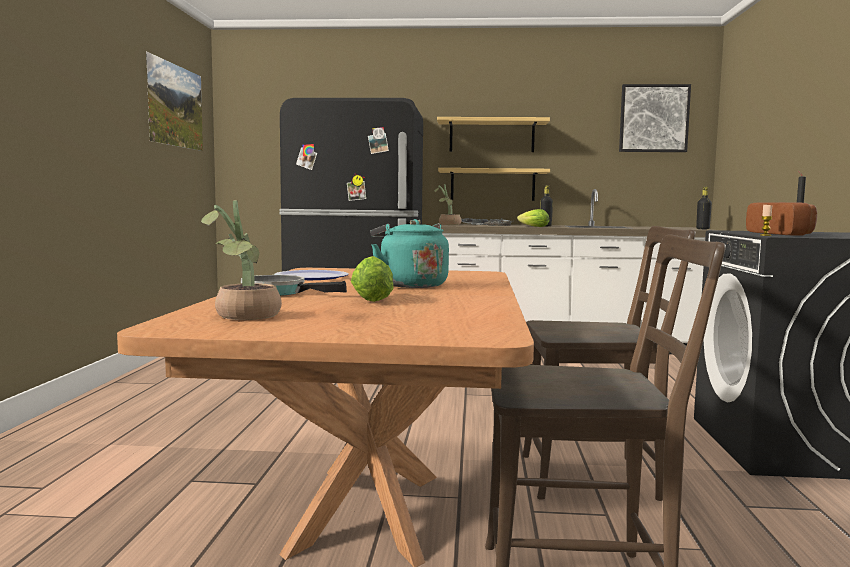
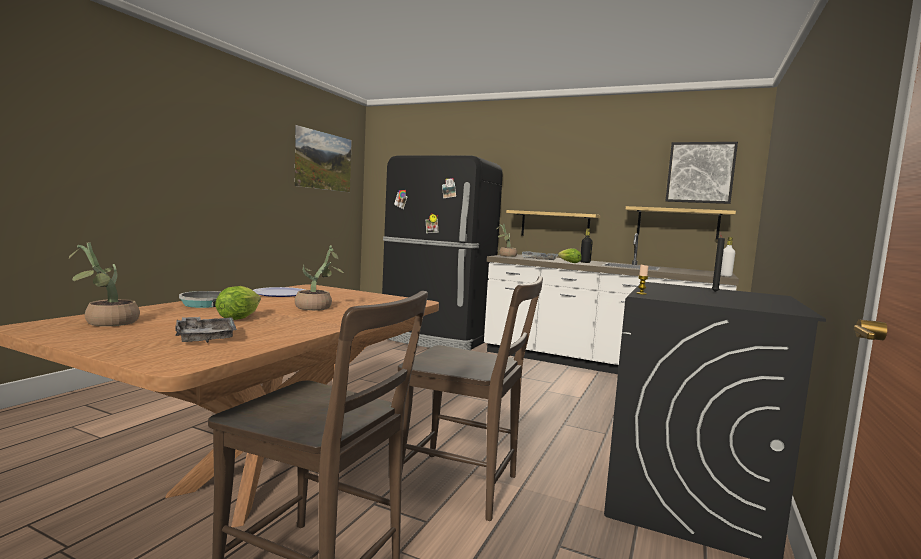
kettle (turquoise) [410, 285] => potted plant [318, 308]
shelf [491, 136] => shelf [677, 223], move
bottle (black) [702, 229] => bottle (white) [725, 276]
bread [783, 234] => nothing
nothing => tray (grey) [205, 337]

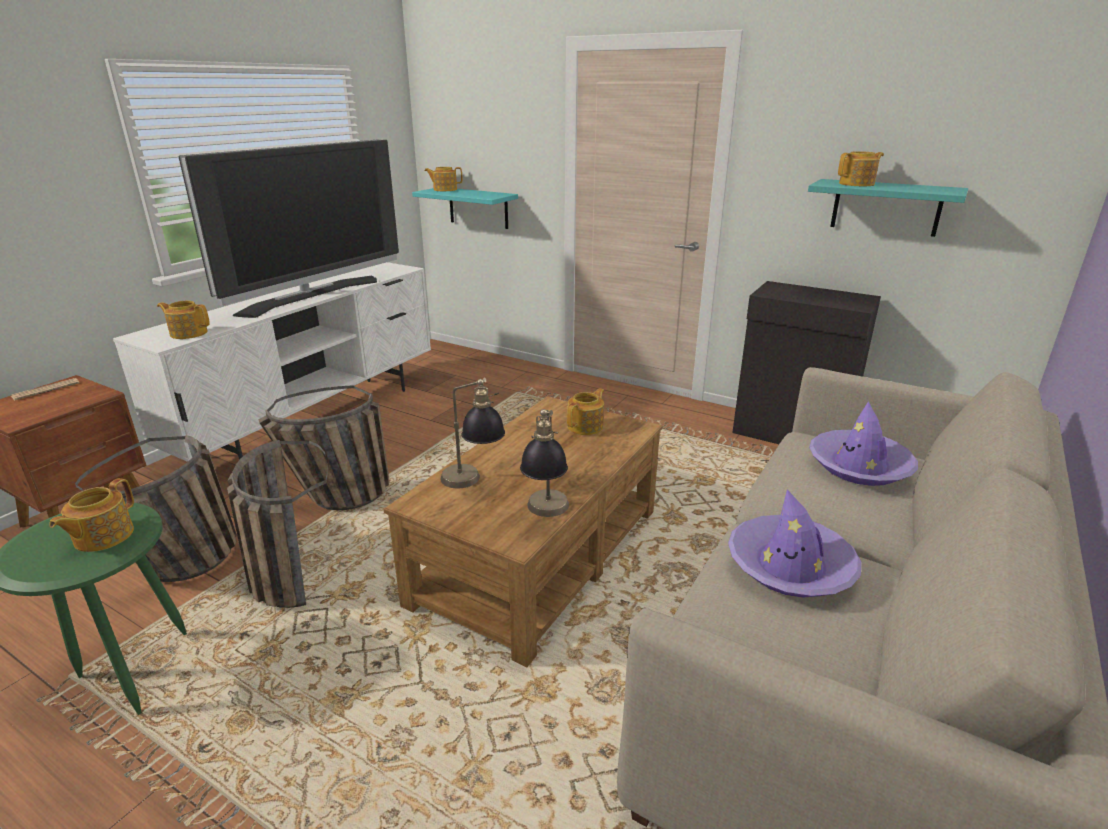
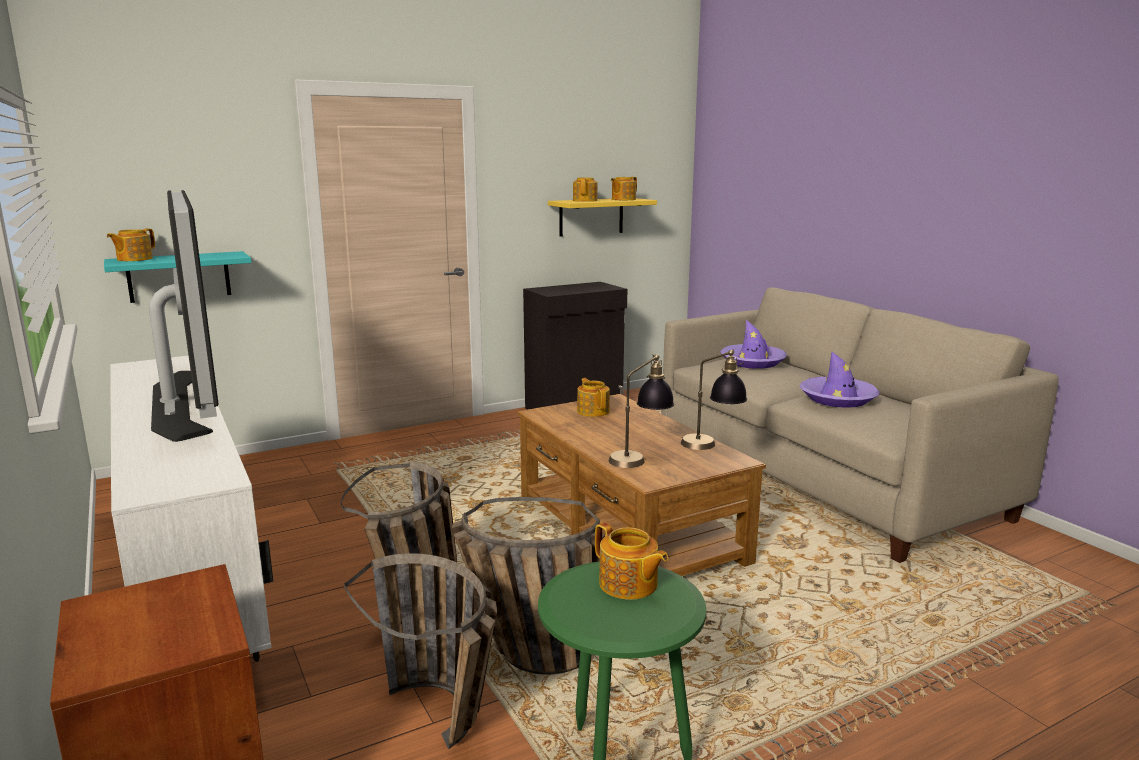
newspaper [46, 390] => nothing
teapot [188, 333] => teapot [623, 199], move
shelf (turquoise) [886, 207] => shelf (yellow) [591, 217]

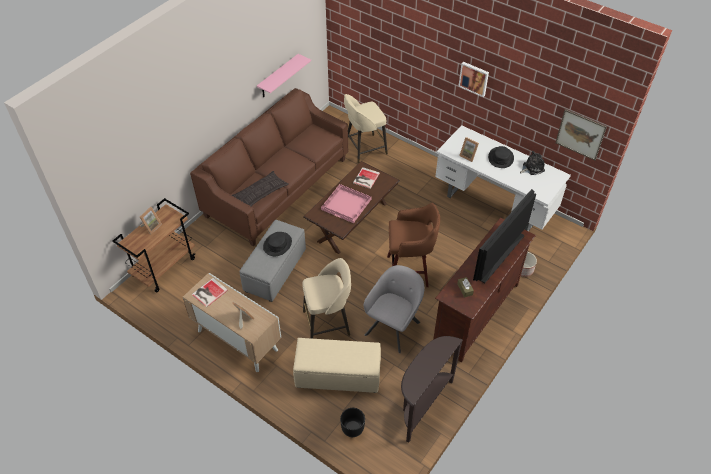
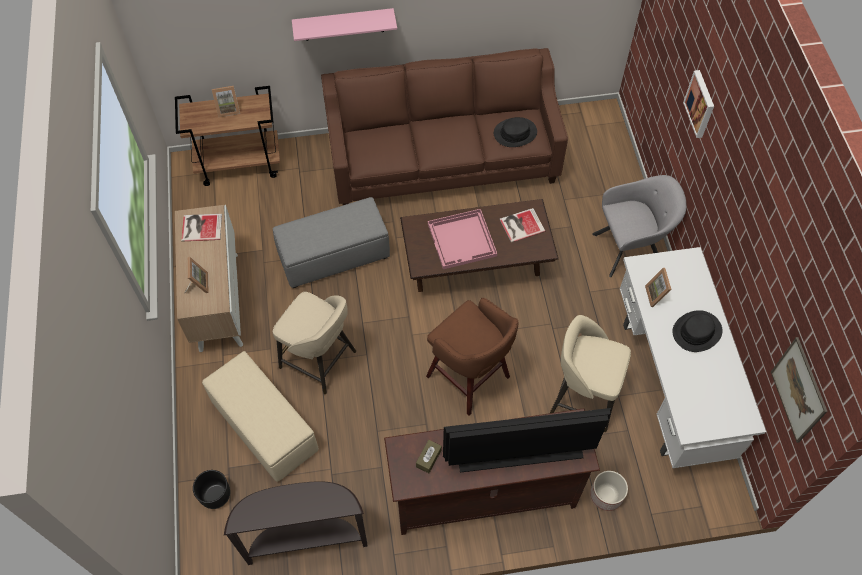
pillow [260, 193] => nothing
shelf (pink) [278, 76] => shelf (pink) [343, 24], move
hat (black) [277, 244] => hat (black) [515, 133], move
stool (beige) [364, 149] => stool (beige) [582, 396], move
armchair (grey) [394, 326] => armchair (grey) [630, 248], move
picture [474, 78] => picture [701, 104], move
plush toy [532, 168] => nothing

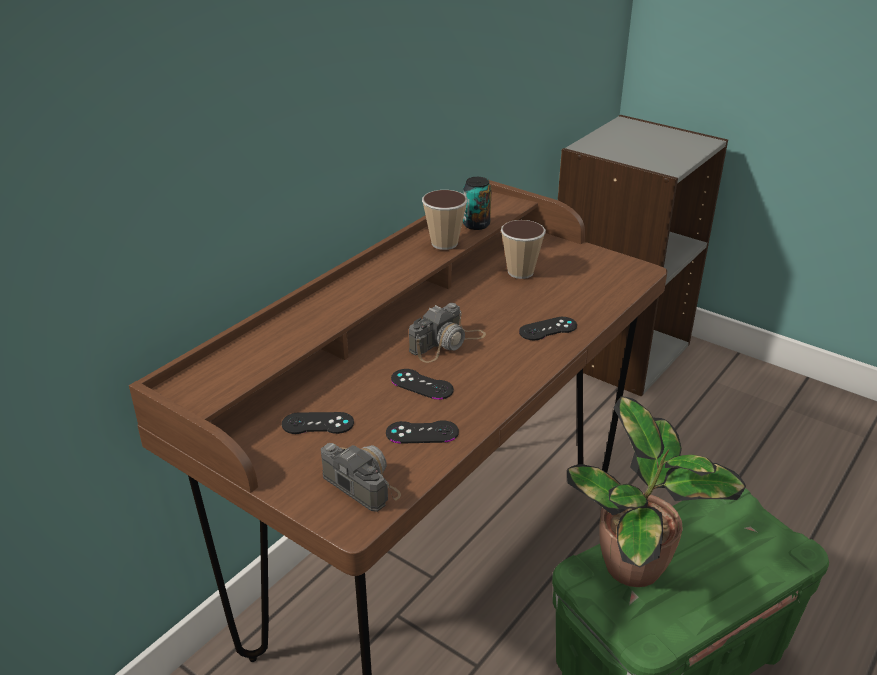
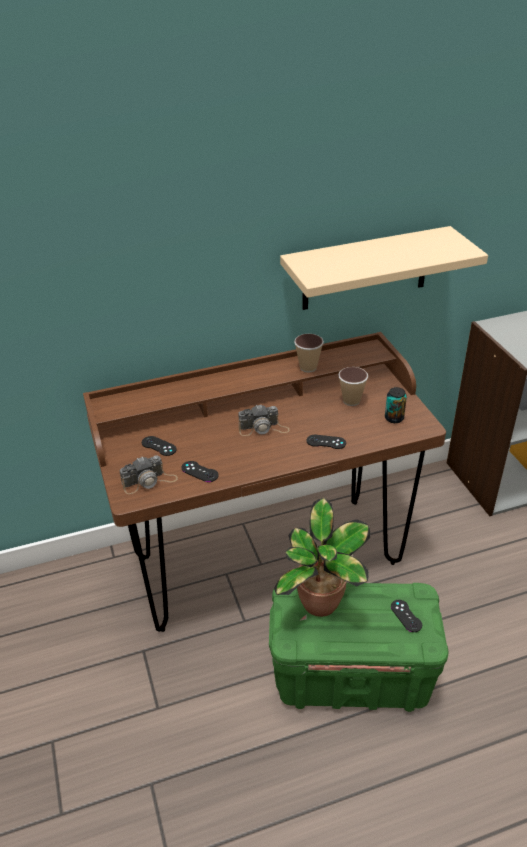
photo camera [358, 479] => photo camera [149, 481], 75 degrees clockwise
game controller (black) [422, 384] => game controller (black) [406, 616], move
can [476, 224] => can [394, 418], move
nothing => shelf (beige) [365, 269]

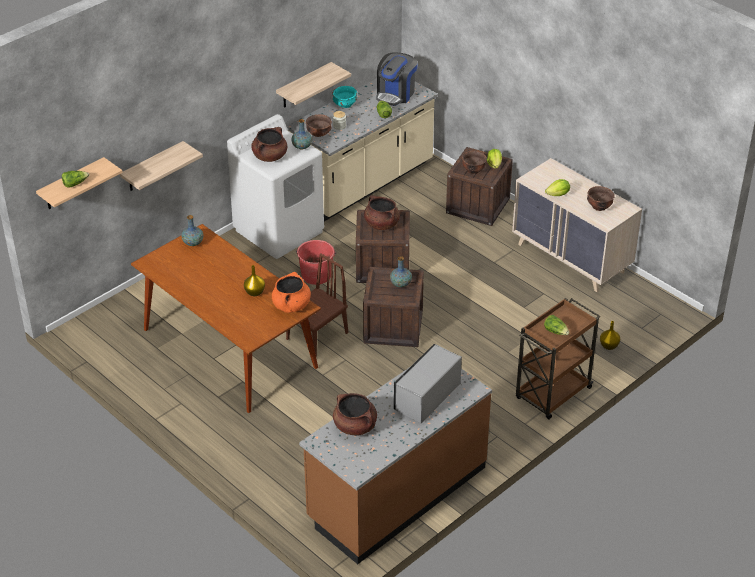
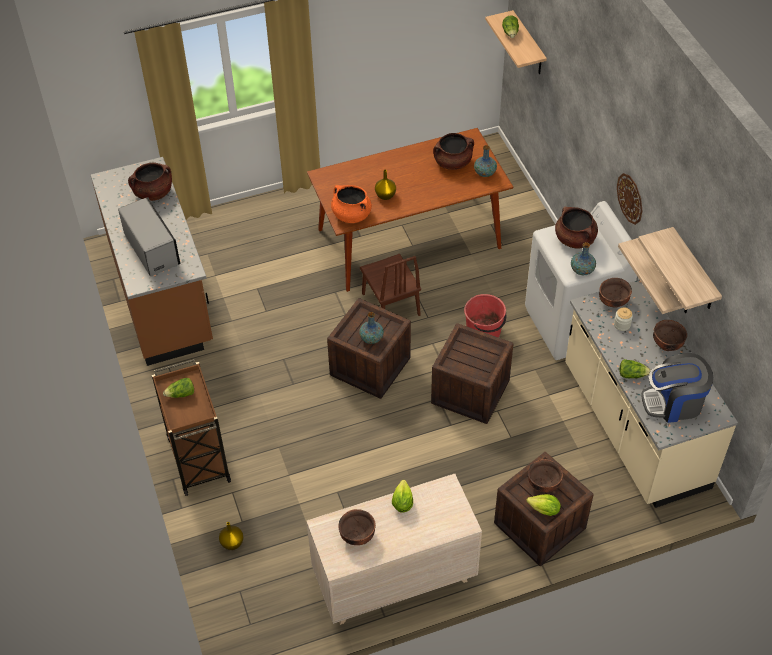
shelf [152, 167] => shelf [694, 271], move
bowl (turquoise) [345, 105] => bowl (brown) [666, 344]
cooking pot (brown) [381, 224] => cooking pot (brown) [452, 162], move
coffee machine [396, 94] => coffee machine [673, 403], 60 degrees counterclockwise
nothing => wall clock [630, 198]

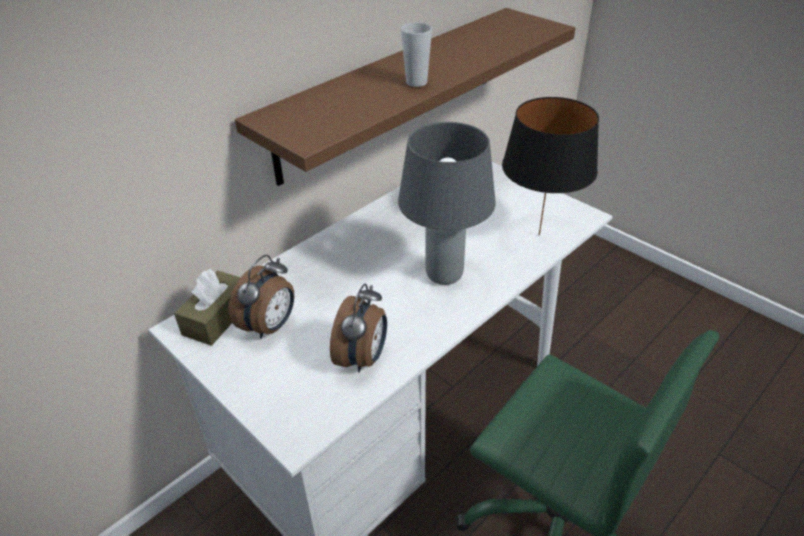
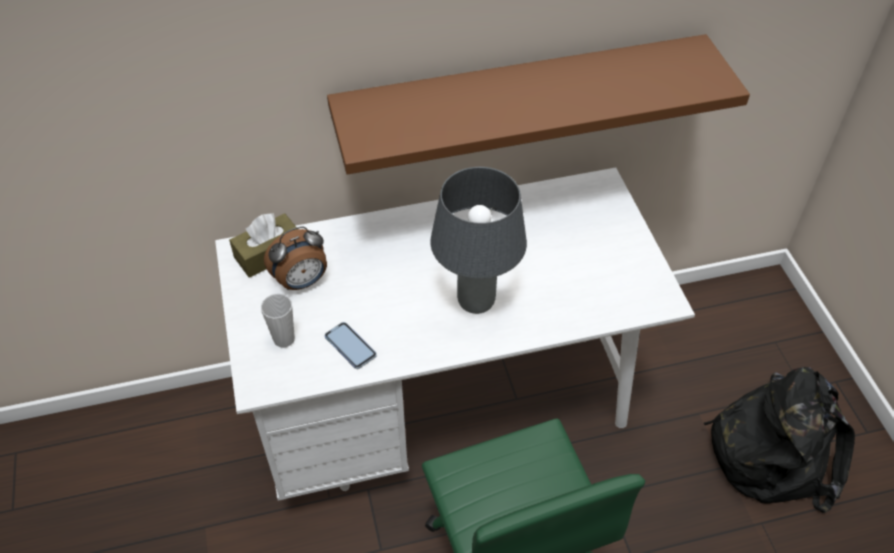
alarm clock [363, 358] => phone [350, 346]
cup [416, 82] => cup [284, 339], move
table lamp (black) [538, 234] => nothing
nothing => backpack (black) [773, 449]

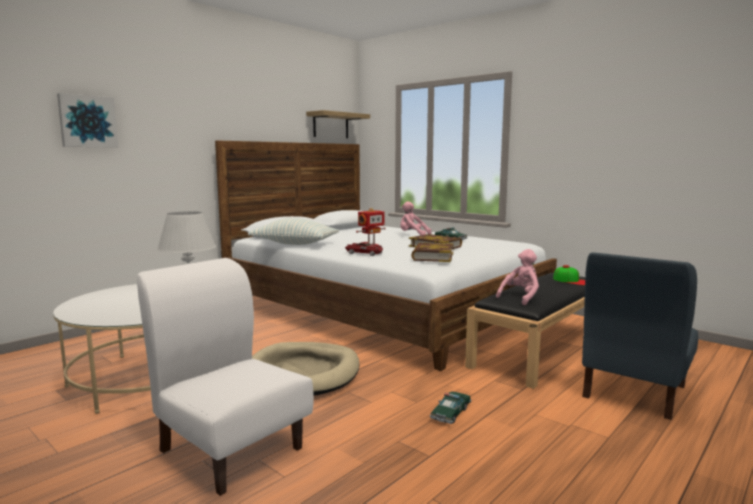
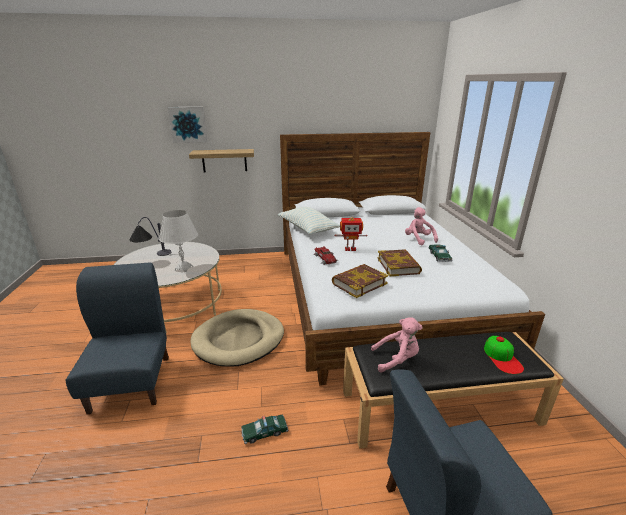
chair (white) [231, 448] => chair (blue) [132, 382]
shelf [331, 125] => shelf [224, 160], move
nothing => table lamp [153, 258]

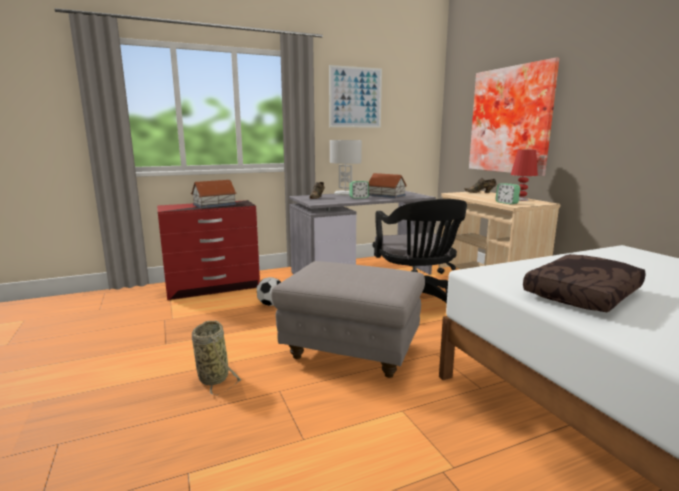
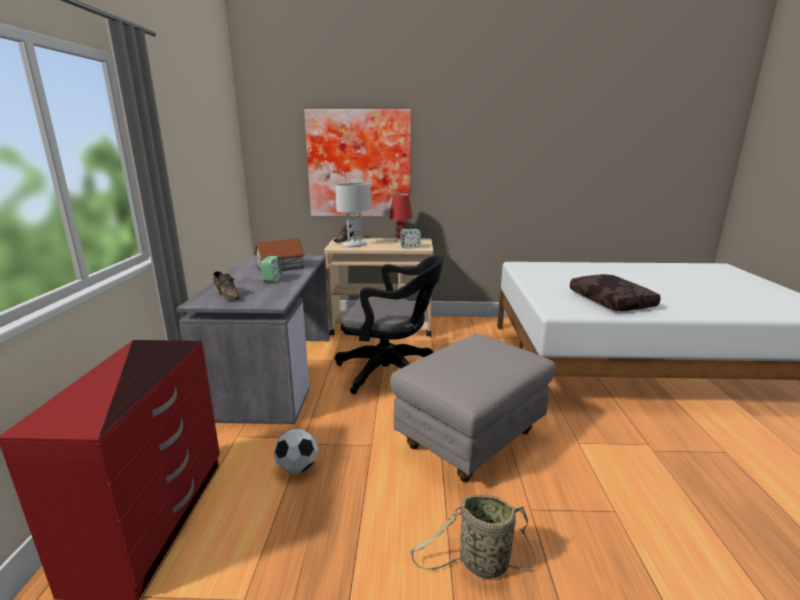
toy house [215, 204] => nothing
picture [355, 97] => nothing
table lamp (white) [345, 194] => table lamp (white) [355, 245], move

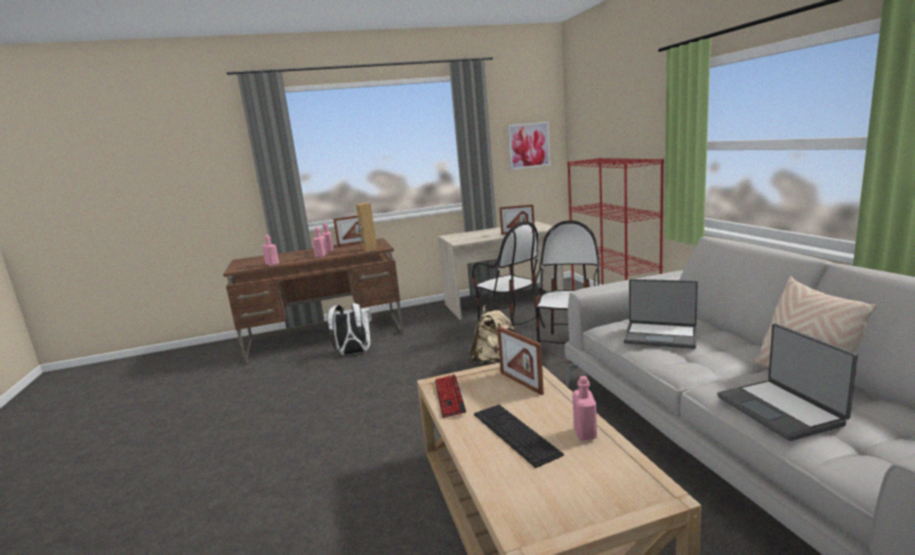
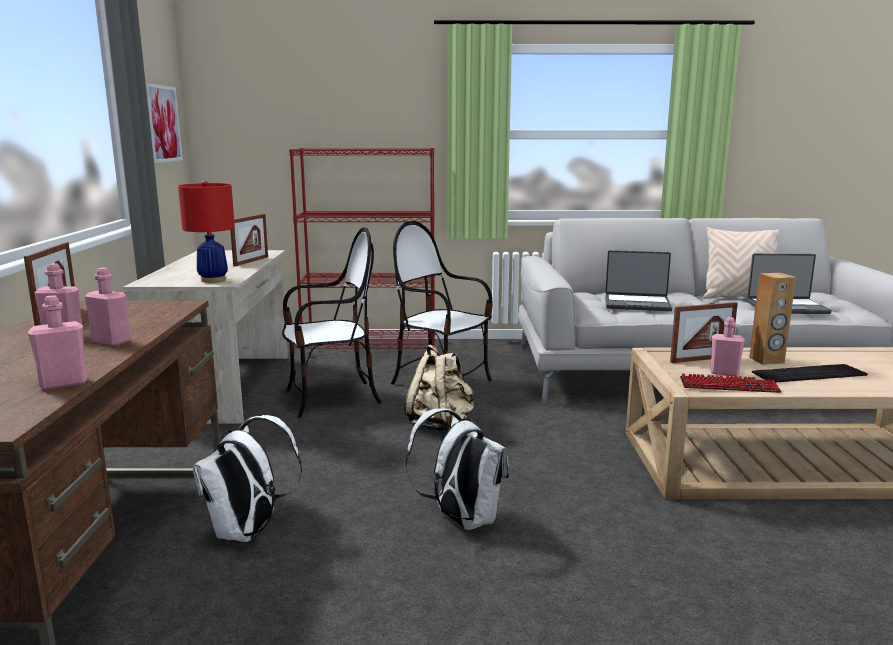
speaker (brown) [369, 249] => speaker (brown) [767, 360], move
bottle (pink) [585, 432] => bottle (pink) [724, 373], move
laptop [660, 336] => laptop [637, 304], 60 degrees clockwise
nothing => table lamp (red) [213, 280]
nothing => backpack (white) [461, 519]

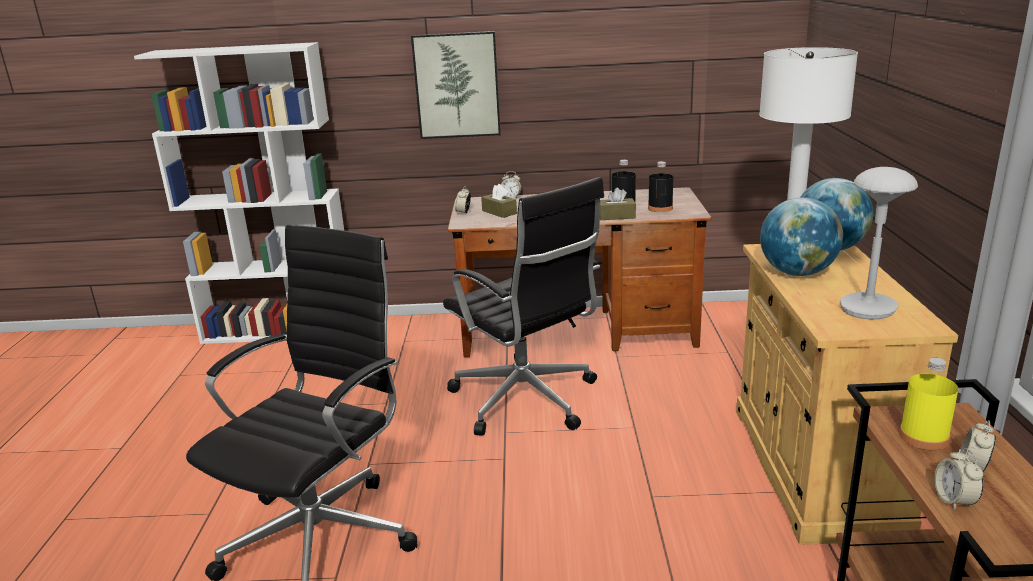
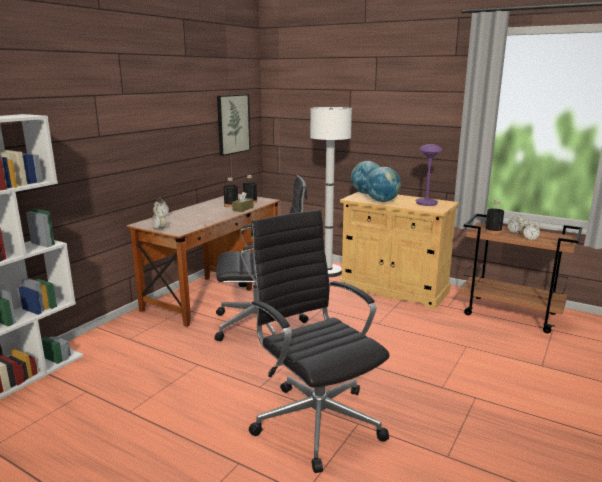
picture [457, 85] => picture [233, 124], move
tissue box (brown) [499, 212] => nothing
table lamp (grey) [867, 308] => table lamp (purple) [426, 203]
bottle (yellow) [923, 437] => bottle (black) [493, 231]

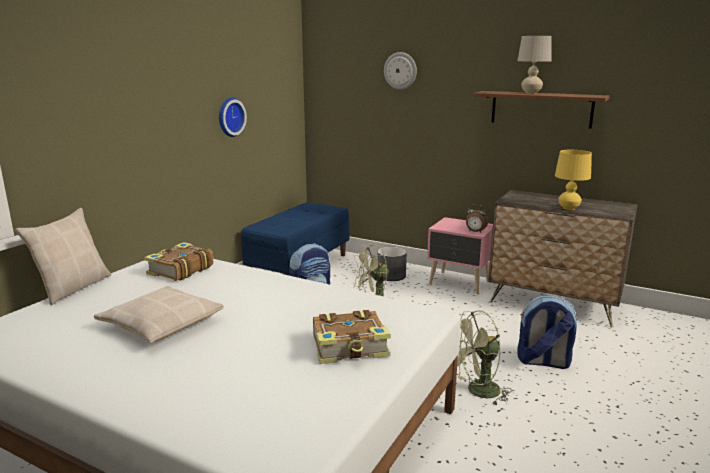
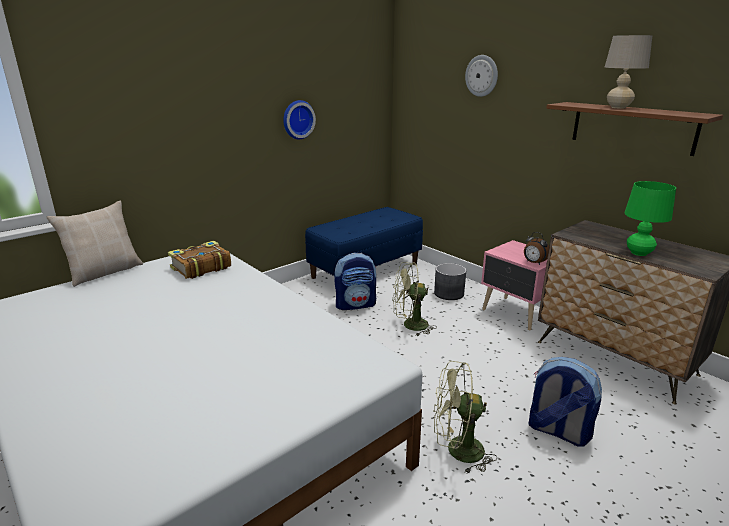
pillow (beige) [161, 324] => nothing
book [351, 347] => nothing
table lamp (yellow) [568, 208] => table lamp (green) [638, 253]

